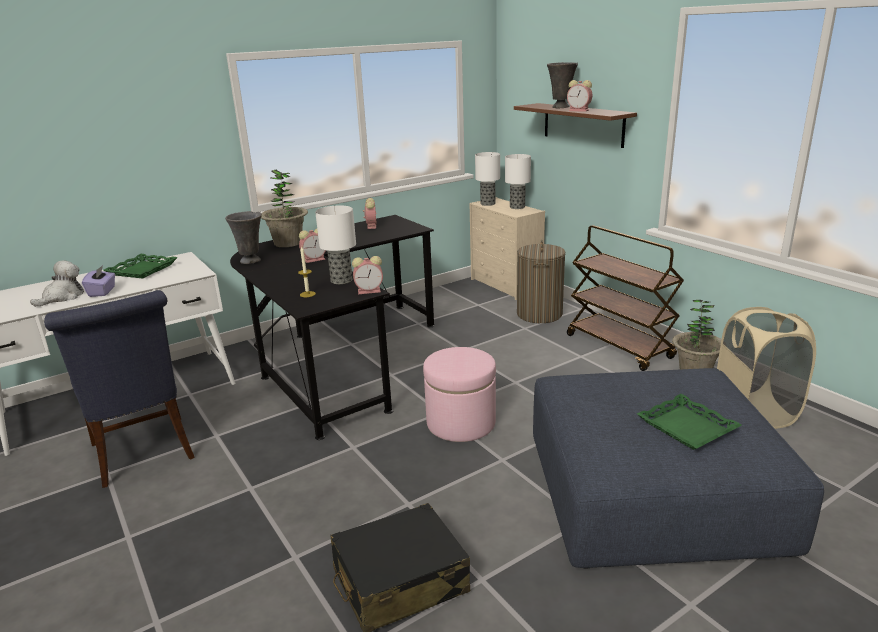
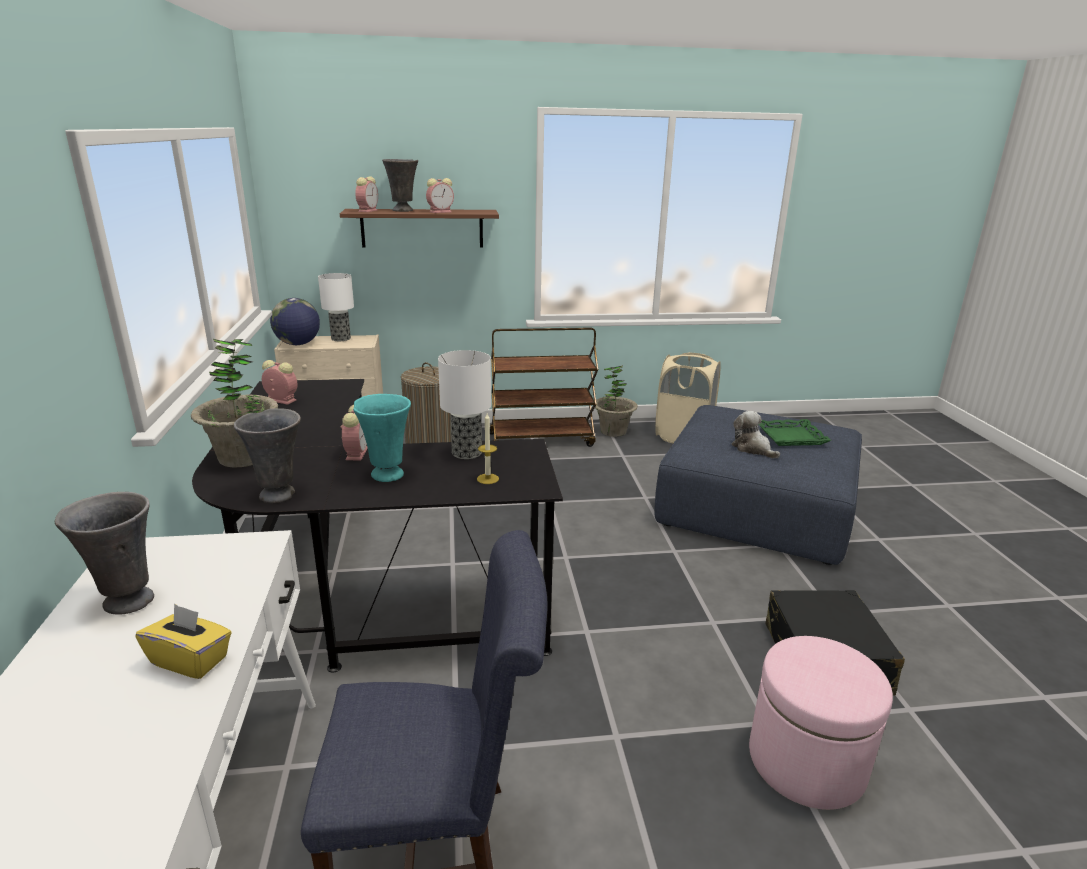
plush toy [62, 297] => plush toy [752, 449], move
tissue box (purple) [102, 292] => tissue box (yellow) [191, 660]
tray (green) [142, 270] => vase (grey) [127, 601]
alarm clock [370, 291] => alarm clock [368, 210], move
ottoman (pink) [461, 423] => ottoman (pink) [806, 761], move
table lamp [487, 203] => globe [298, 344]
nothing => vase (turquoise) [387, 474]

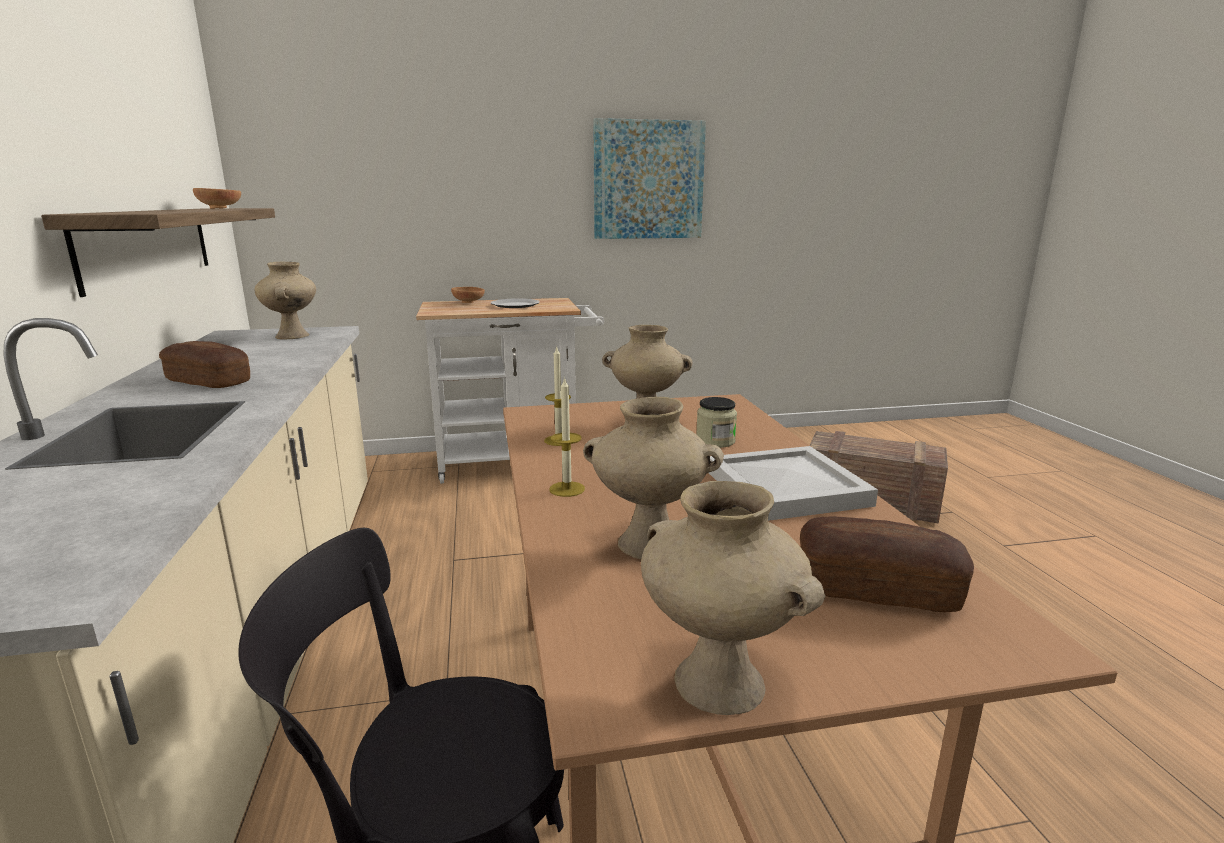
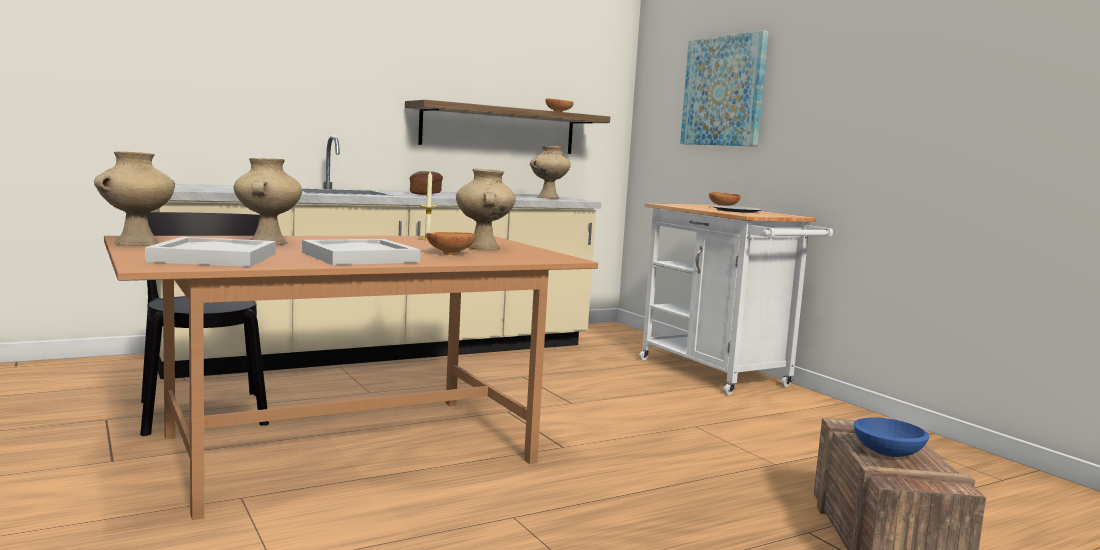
candle [567, 489] => nothing
picture [648, 180] => picture [724, 91], move
jar [715, 441] => bowl (brown) [450, 253]
bread [877, 589] => tray (white) [212, 258]
nothing => bowl (blue) [886, 453]

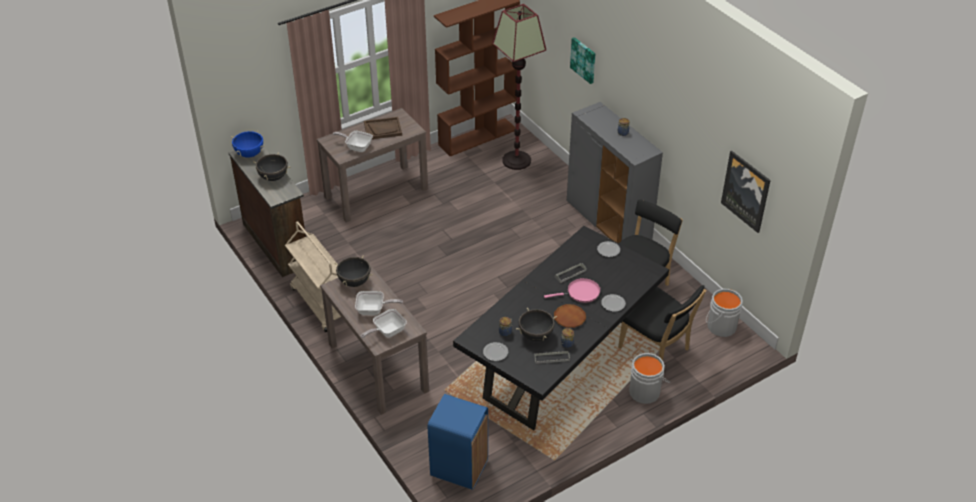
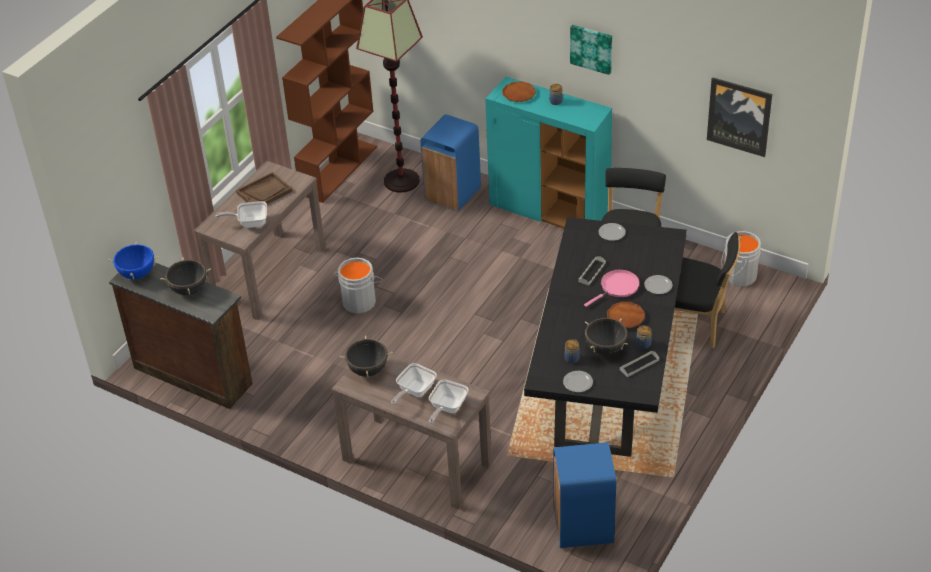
cart (beige) [320, 304] => nothing
frying pan [374, 310] => frying pan [414, 392], 150 degrees clockwise
cabinet (grey) [609, 222] => cabinet (turquoise) [550, 212]
picture [584, 60] => picture [592, 48], move
bucket (grey) [645, 391] => bucket (grey) [359, 301], move
nothing => trash can (blue) [453, 194]
nothing => plate (brown) [519, 94]

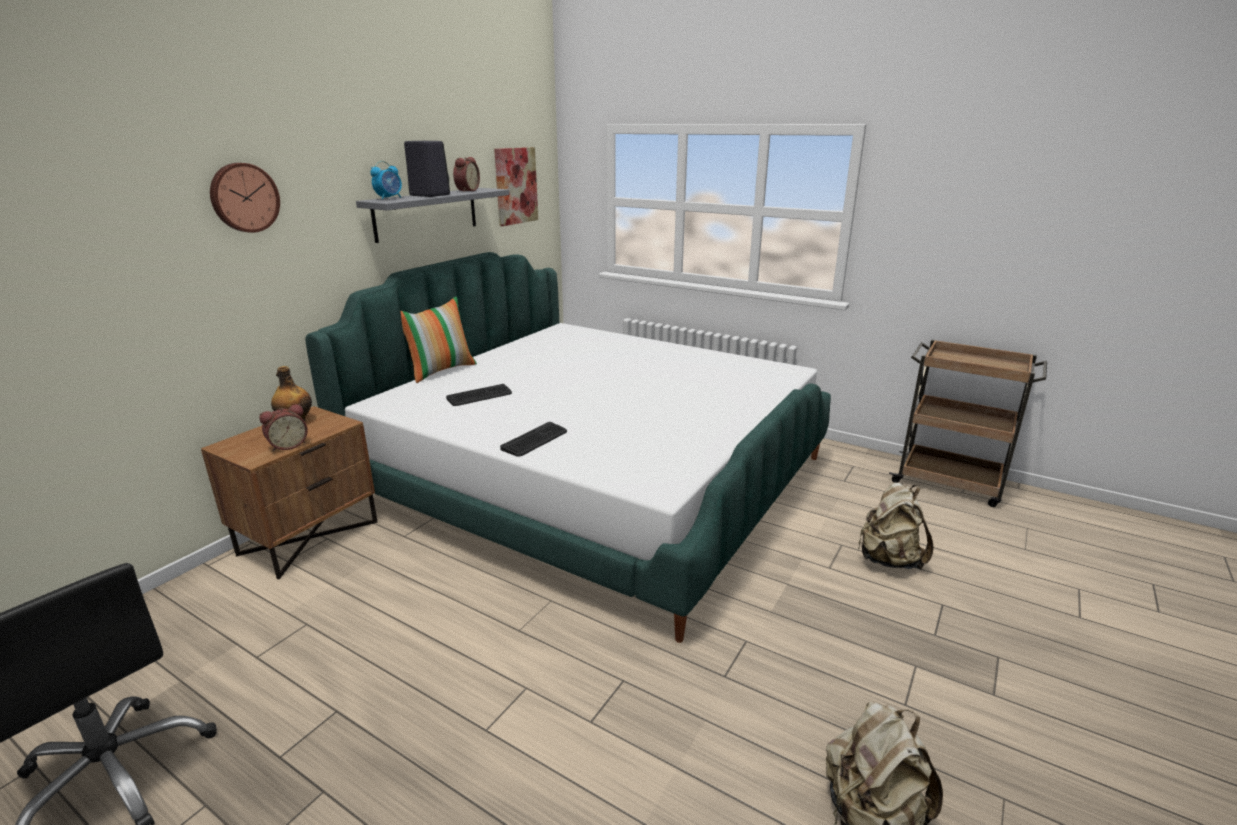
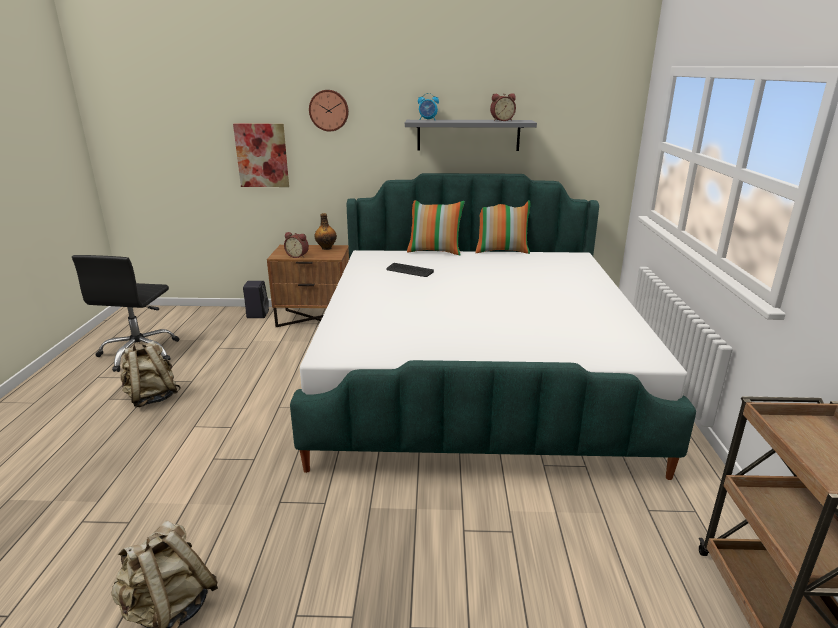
speaker (black) [428, 195] => speaker (black) [257, 314], move
picture [515, 186] => picture [262, 155], move
keyboard [535, 440] => nothing
backpack (beige) [888, 559] => backpack (beige) [152, 398], move
nothing => pillow [502, 251]

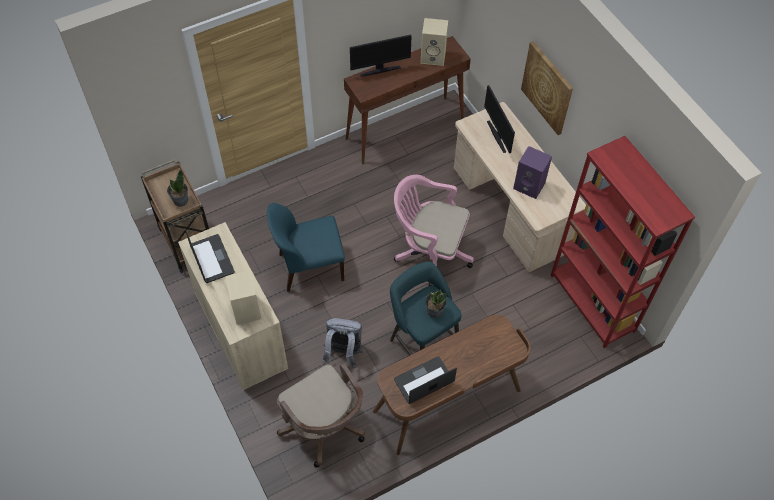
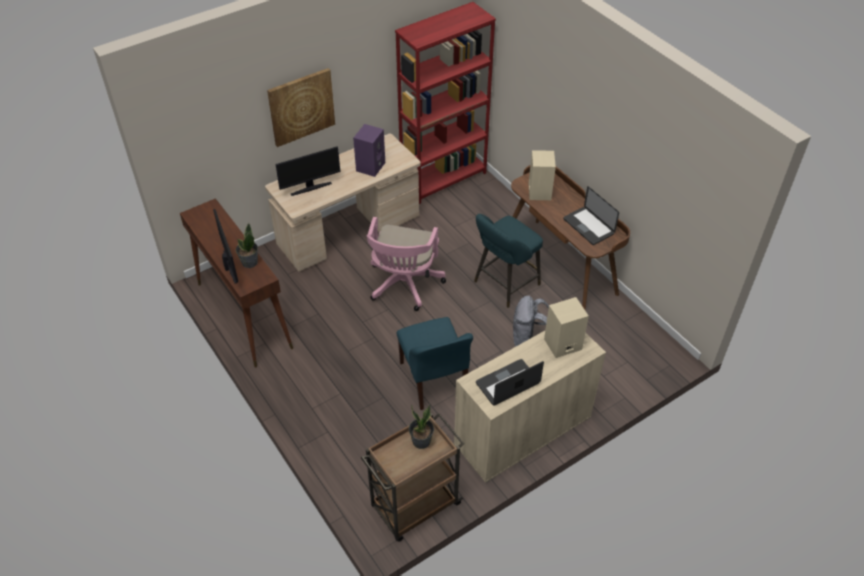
office chair (brown) [325, 428] => nothing
speaker (beige) [433, 56] => speaker (beige) [539, 191], move
potted plant [434, 311] => potted plant [249, 262], move

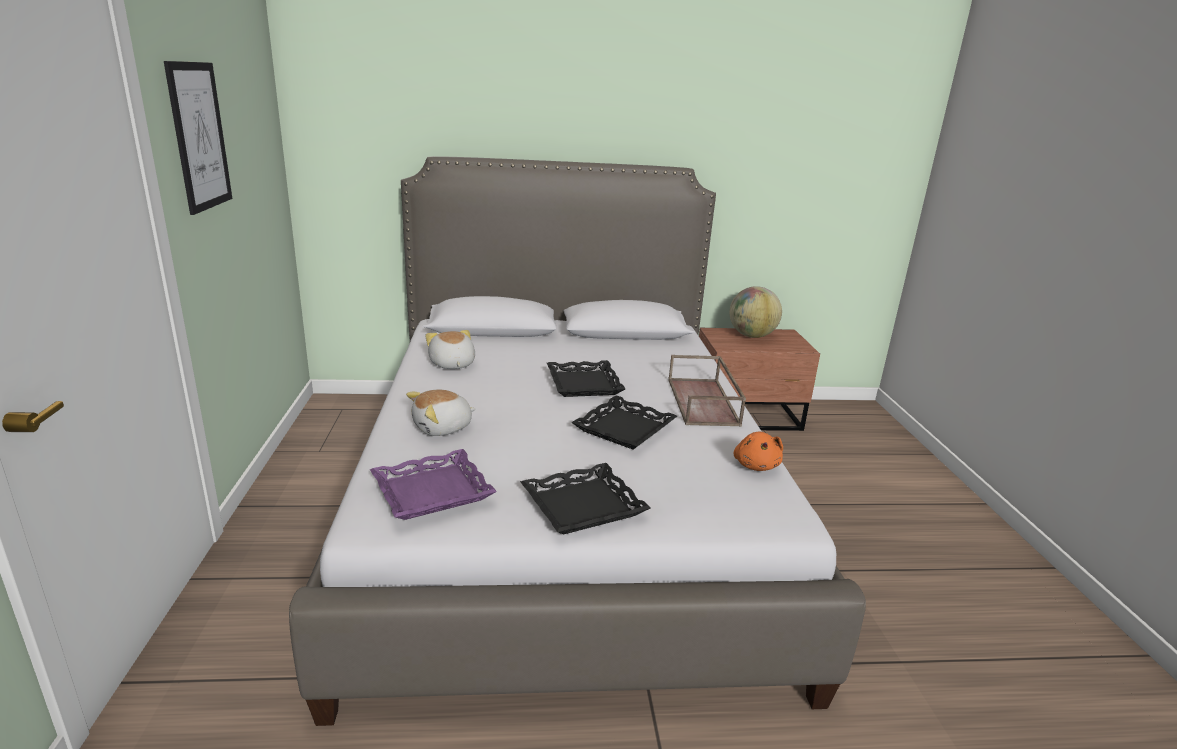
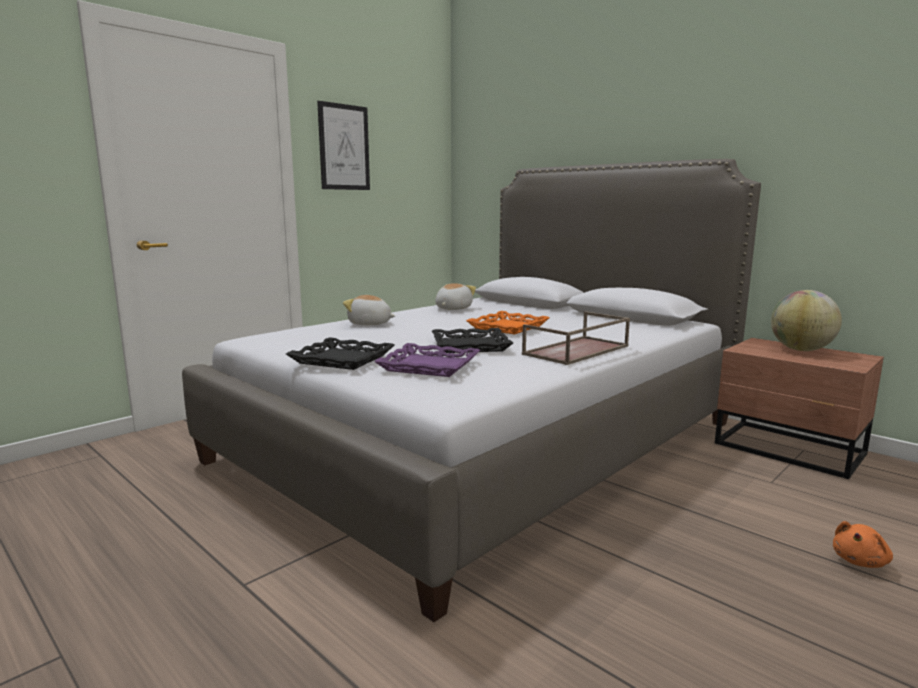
tray (purple) [432, 492] => tray (purple) [428, 366], move
tray (black) [584, 384] => tray (orange) [508, 327]
plush toy (orange) [756, 465] => plush toy (orange) [860, 561], move

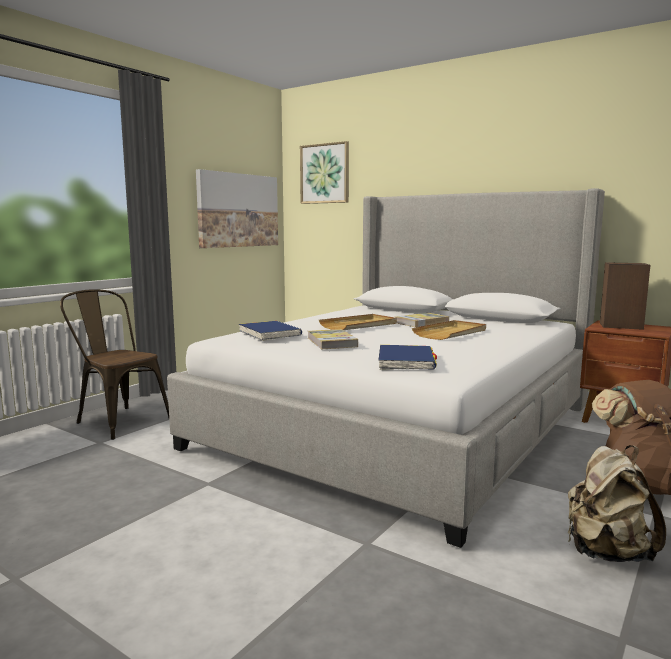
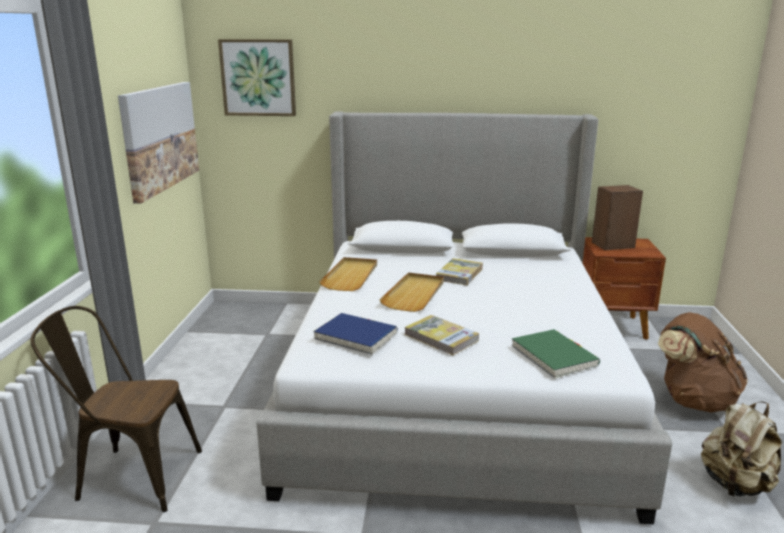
book (blue) [406, 361] => book (green) [554, 356]
tray (beige) [451, 333] => tray (beige) [351, 276], move

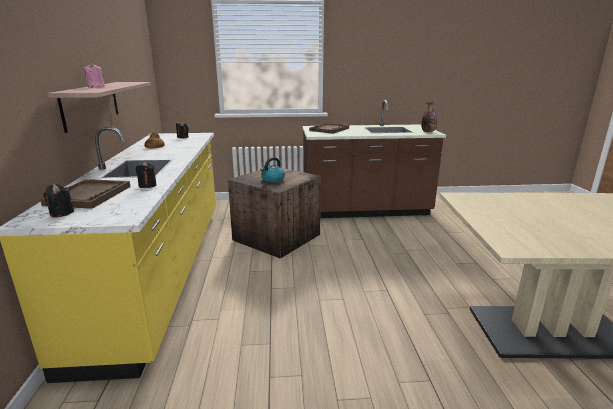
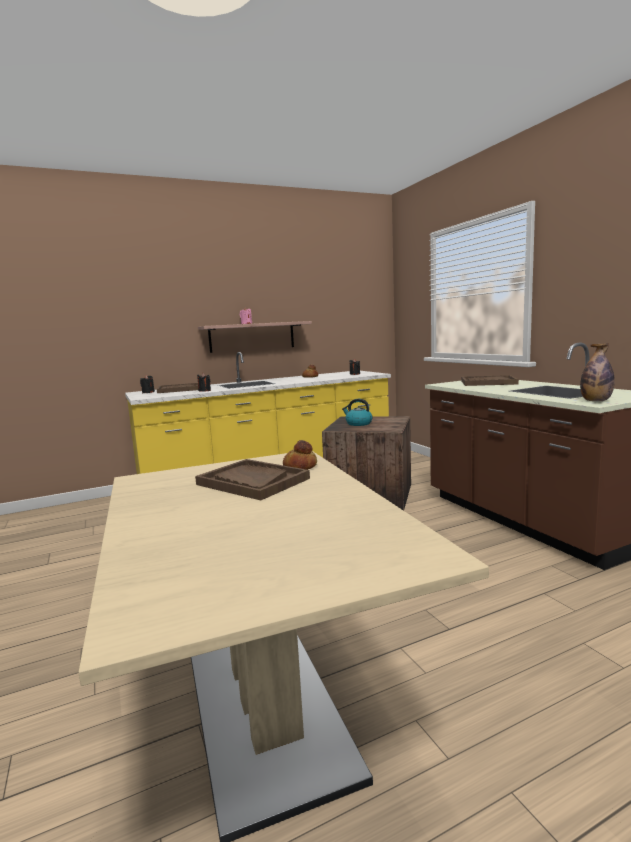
nothing => tray (brown) [252, 481]
nothing => bread [300, 466]

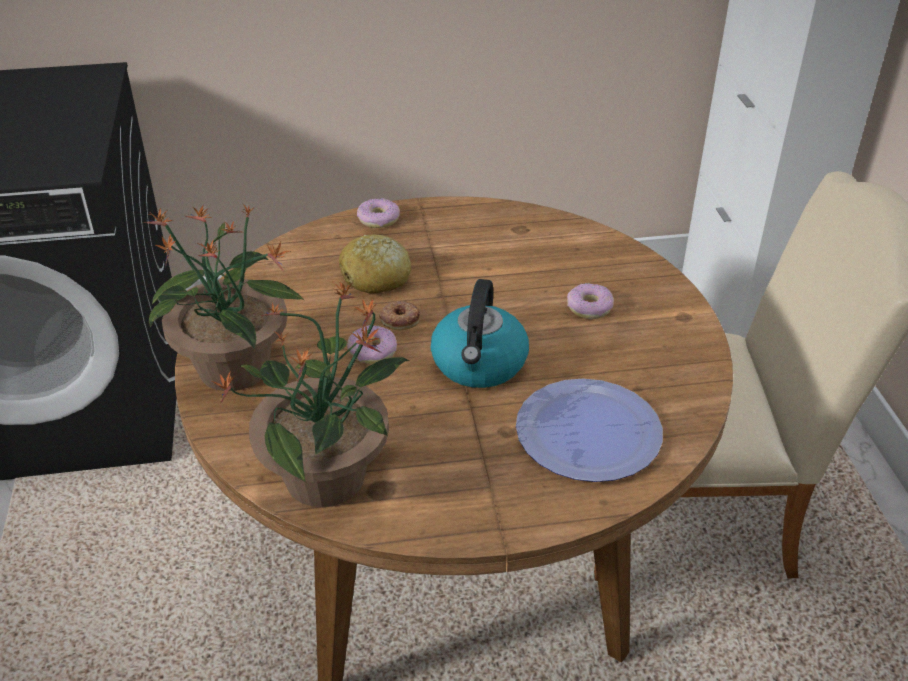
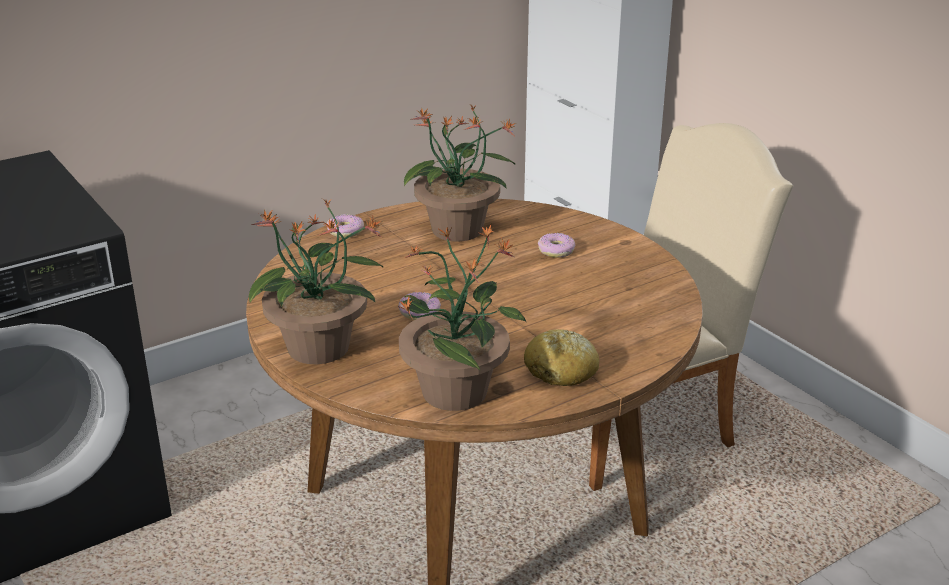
bread [376, 277] => bread [561, 371], move
donut [400, 319] => nothing
kettle [479, 364] => nothing
plate [588, 432] => nothing
nothing => potted plant [458, 231]

